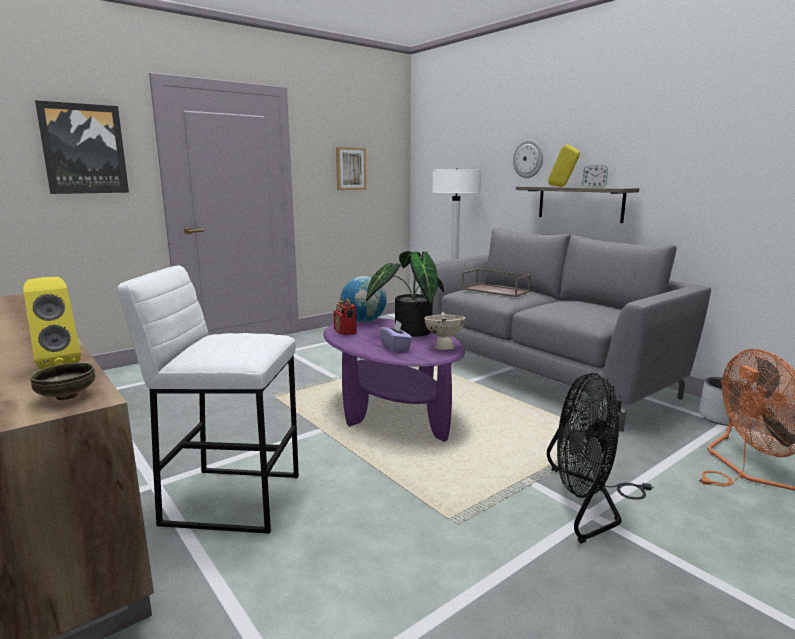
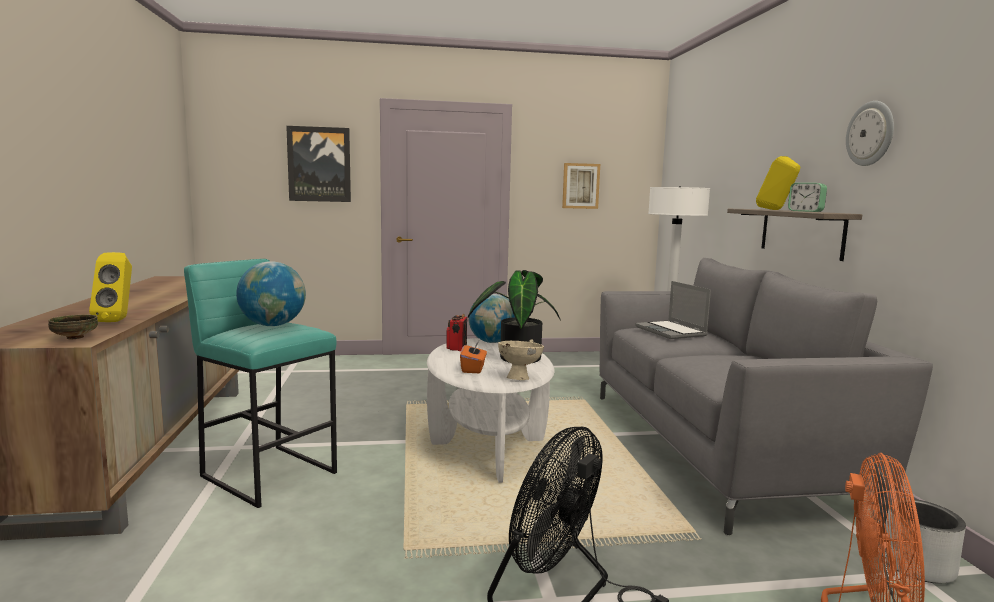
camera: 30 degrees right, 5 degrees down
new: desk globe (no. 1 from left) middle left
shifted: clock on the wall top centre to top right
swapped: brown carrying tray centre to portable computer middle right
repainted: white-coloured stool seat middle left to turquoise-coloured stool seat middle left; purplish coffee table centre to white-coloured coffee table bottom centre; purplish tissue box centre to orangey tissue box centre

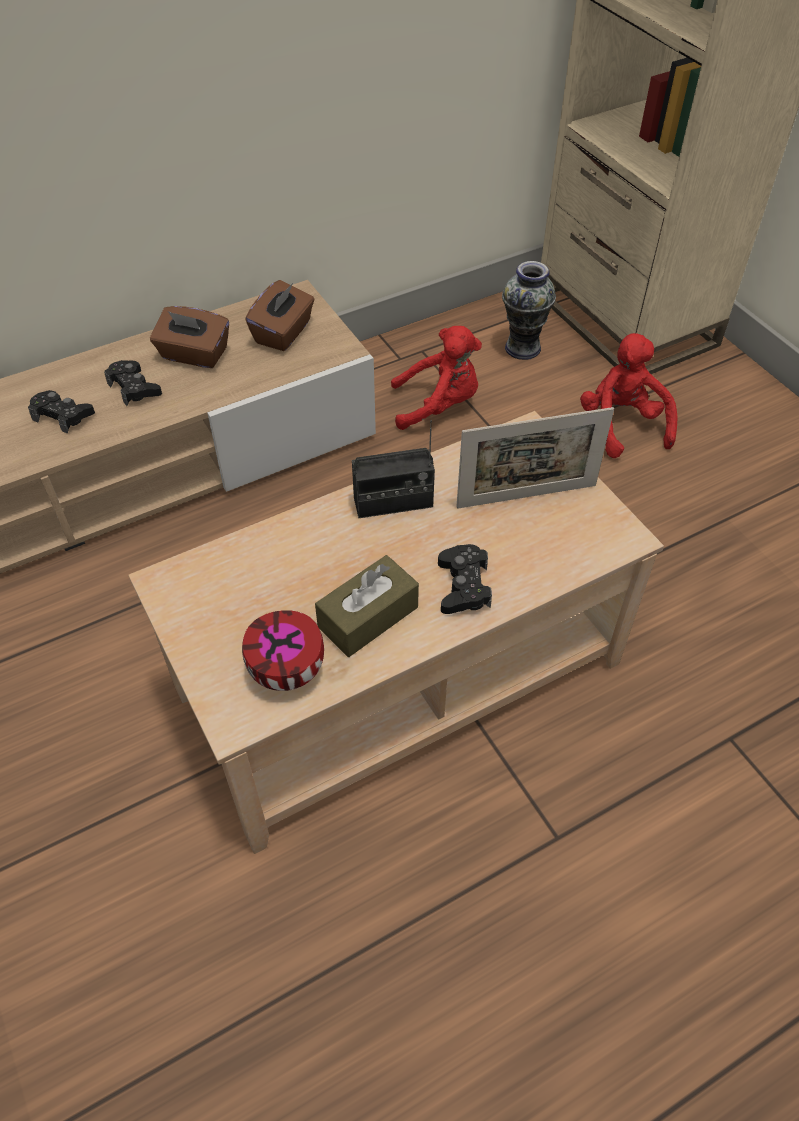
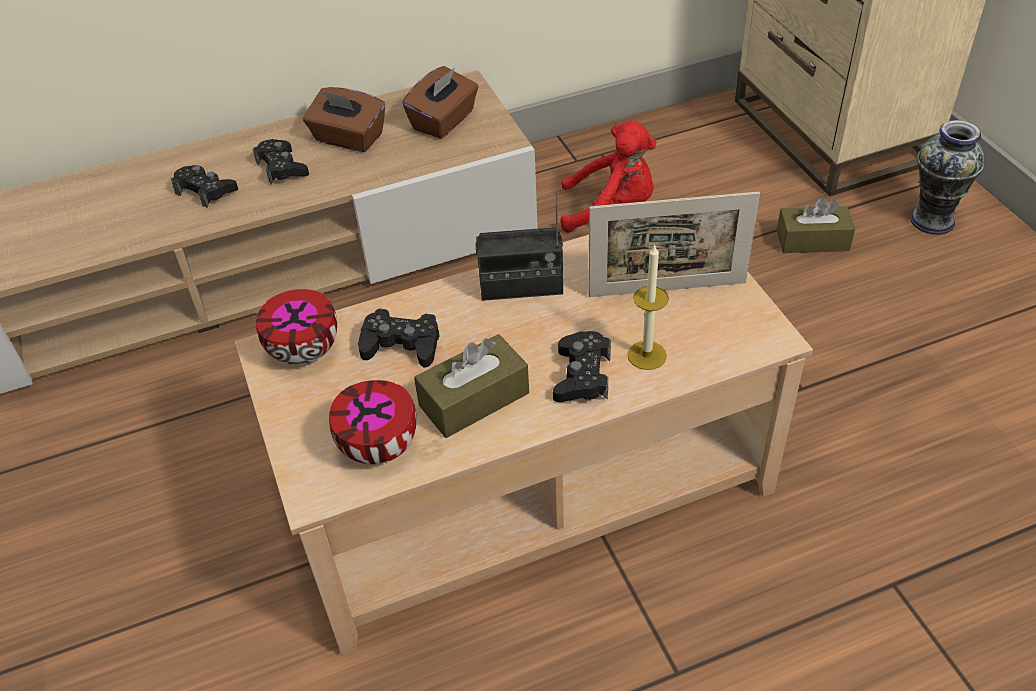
camera: 10 degrees right, 5 degrees down
new: bowl (no. 1 from left) middle left; black-coloured game controller (no. 3 from left) centre; candle centre
shifted: flower vase top centre to top right
swapped: red-coloured soft toy (no. 2 from left) middle right to brown tissue box (no. 4 from left) top right

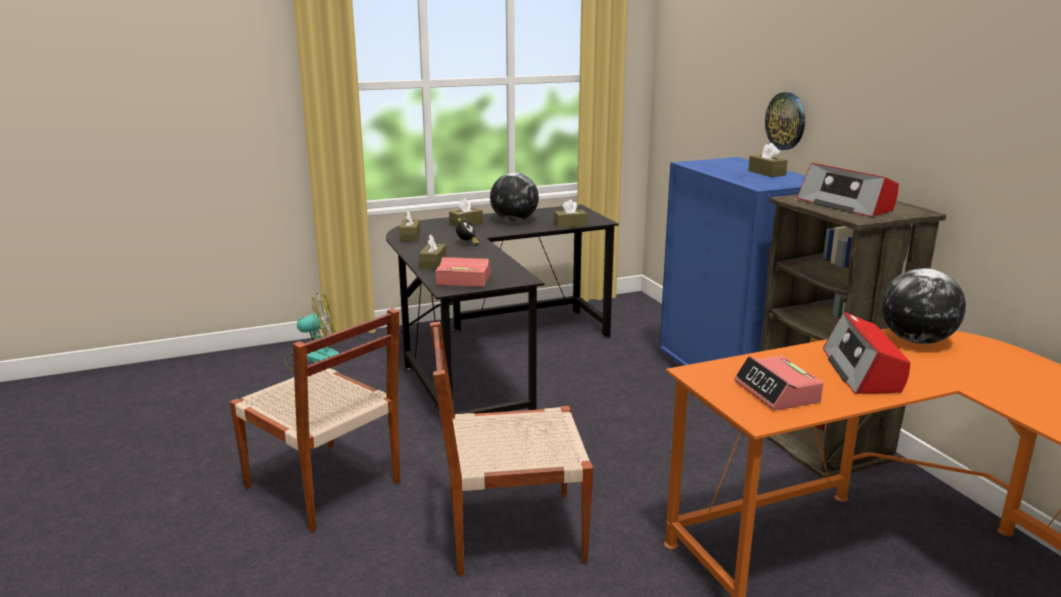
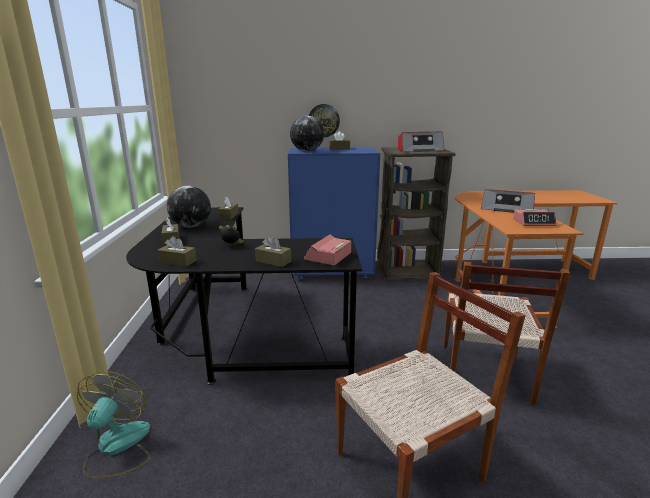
camera: 70 degrees left, 0 degrees up
shifted: desk globe (no. 2 from left) middle right to top centre

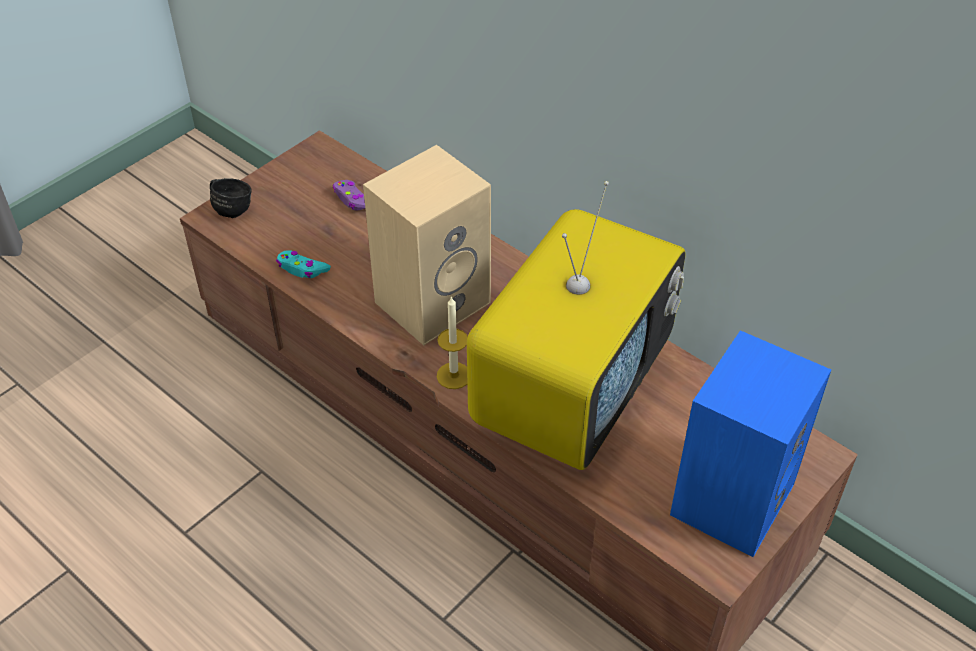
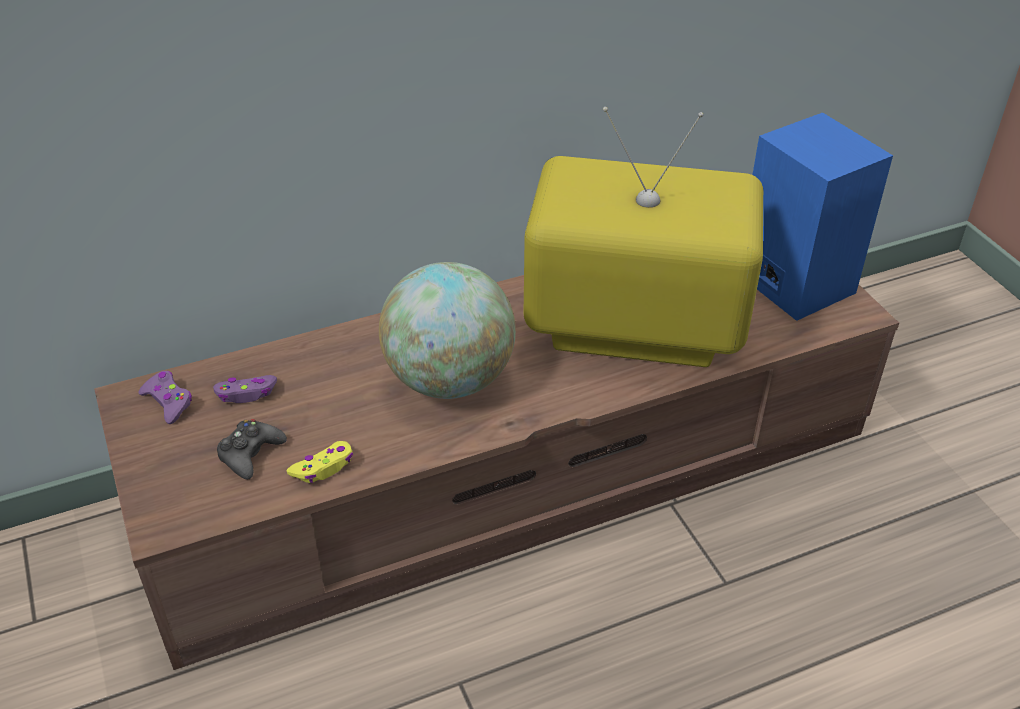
camera: 65 degrees left, 5 degrees down
gone: black-coloured coffee mug top left; candle centre
new: purplish game controller (no. 1 from left) middle left; black-coloured game controller middle left
swapped: sand-coloured loudspeaker centre to desk globe centre
repainted: turquoise-coloured game controller middle left to yellowish game controller middle left
rotated: TV set centre = centre 45 degrees counterclockwise

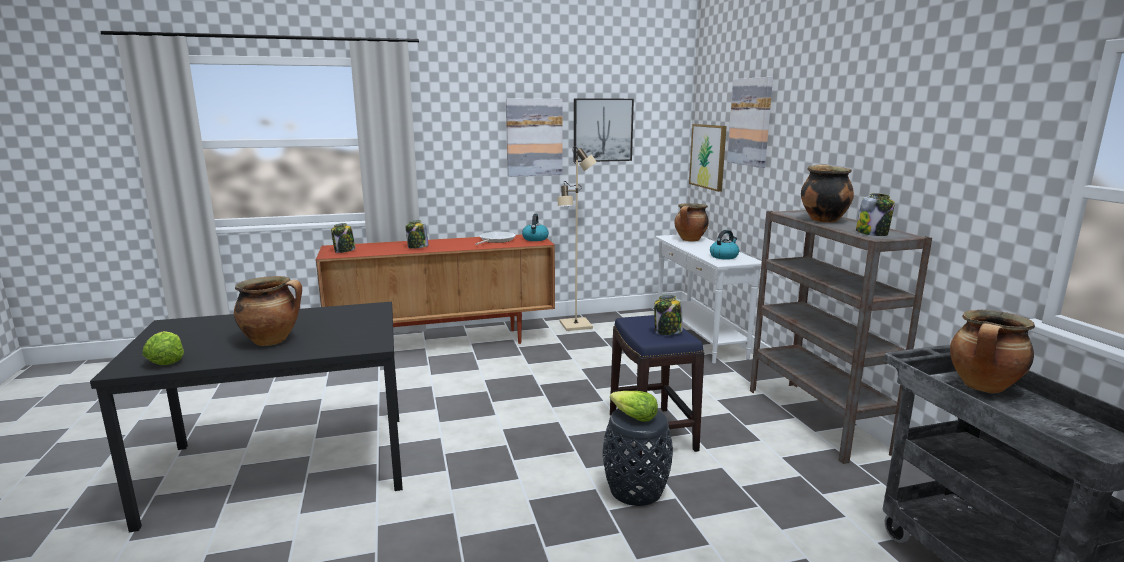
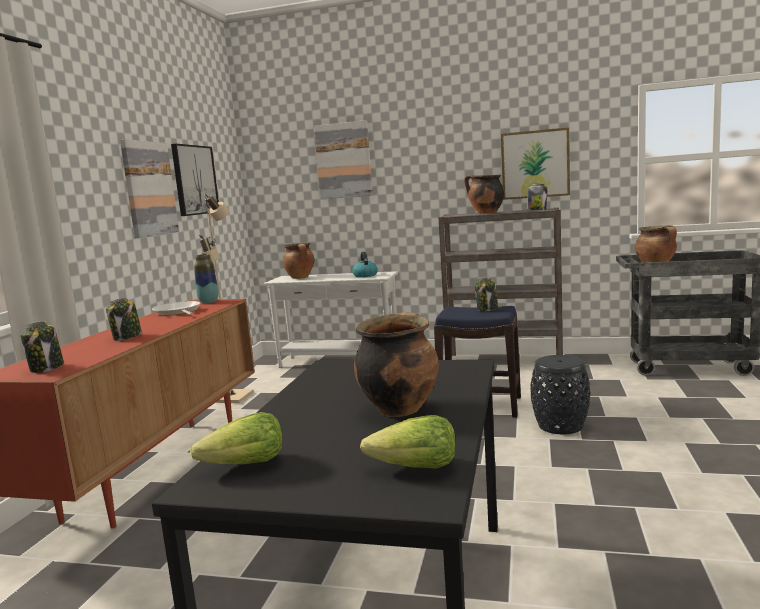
camera: 60 degrees left, 5 degrees down
shifted: head of lettuce (no. 2 from left in the first image) bottom centre to head of lettuce (no. 1 from left) bottom left; picture (no. 3 from left in the first image) top centre to picture (no. 4 from left) top right
swapped: tea kettle (no. 1 from left) centre to flower vase middle left

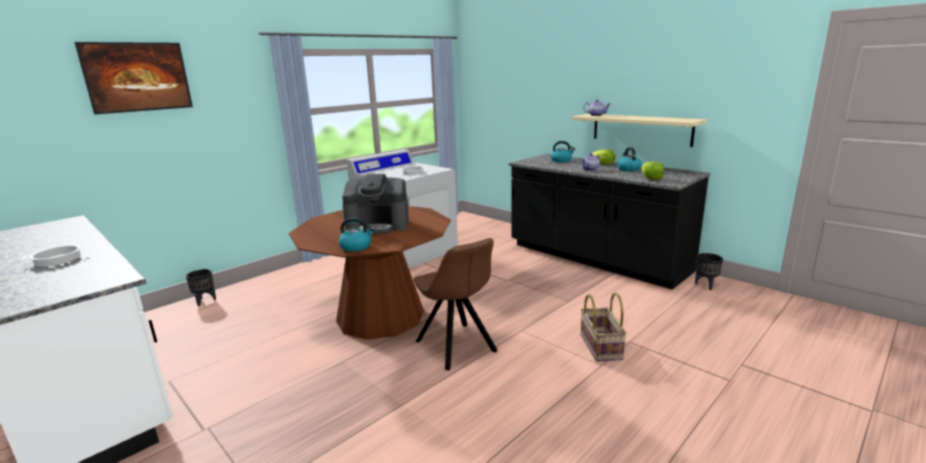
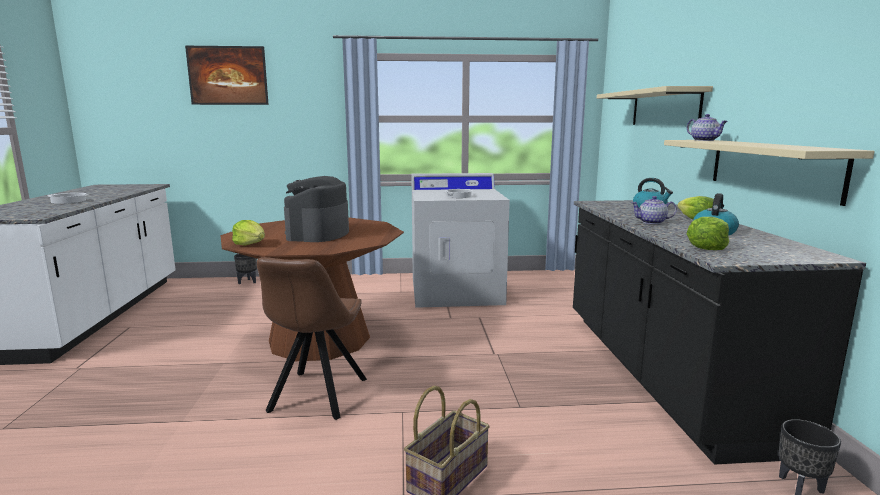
camera: 40 degrees right, 5 degrees down
new: sand-coloured wall shelf (no. 1 from left) top right
swapped: tea kettle (no. 1 from left) centre to head of lettuce (no. 1 from left) middle left
rotated: coffee machine centre = centre 60 degrees clockwise

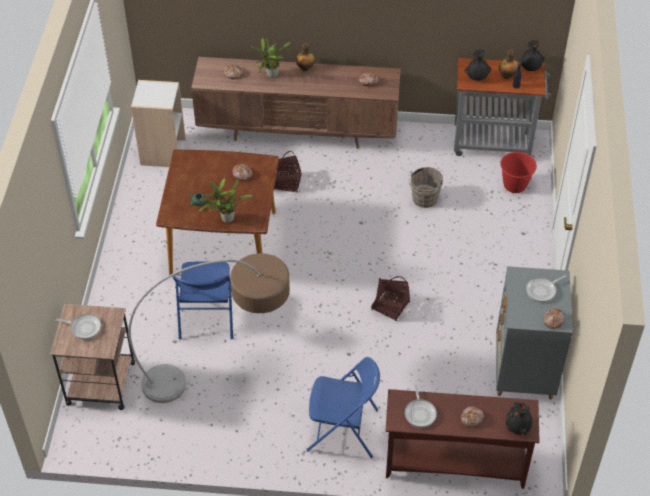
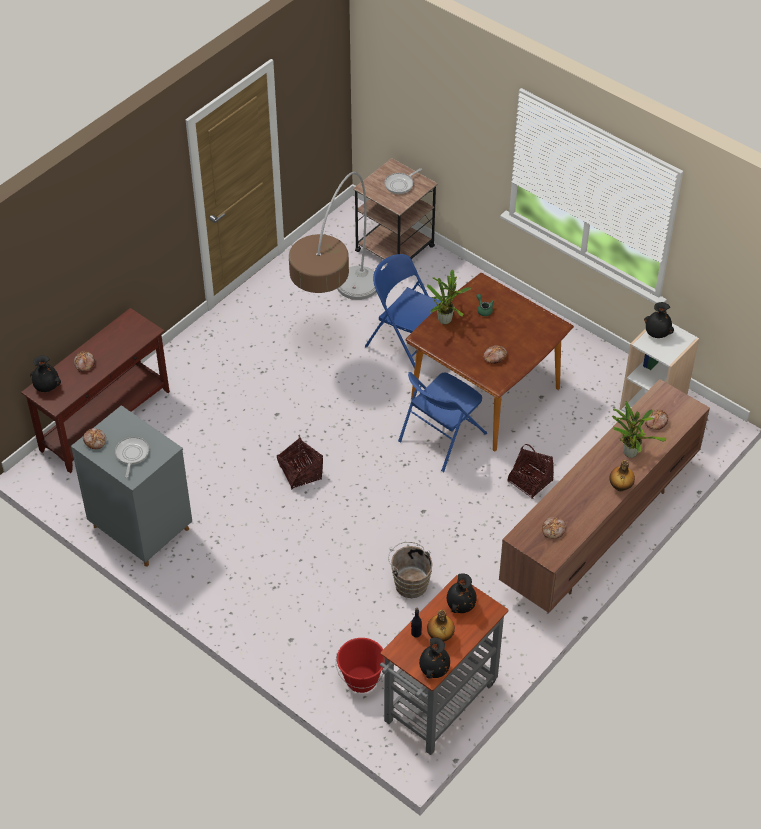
camera: 125 degrees right, 0 degrees up
gone: pan (no. 2 from left) bottom centre
new: black-coloured flower vase (no. 4 from left) middle right
shifted: blue-coloured plain chair (no. 2 from left) bottom centre to centre

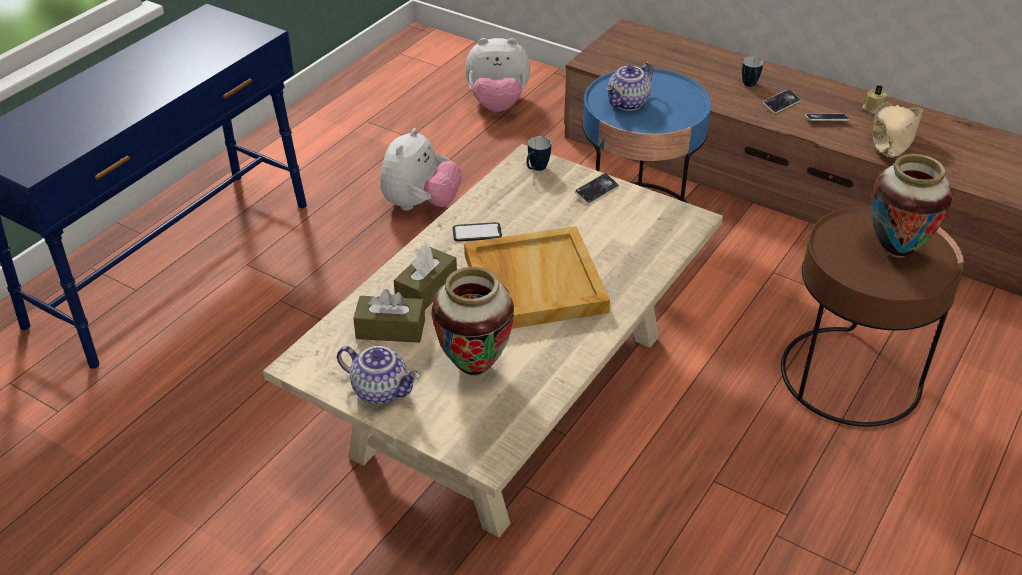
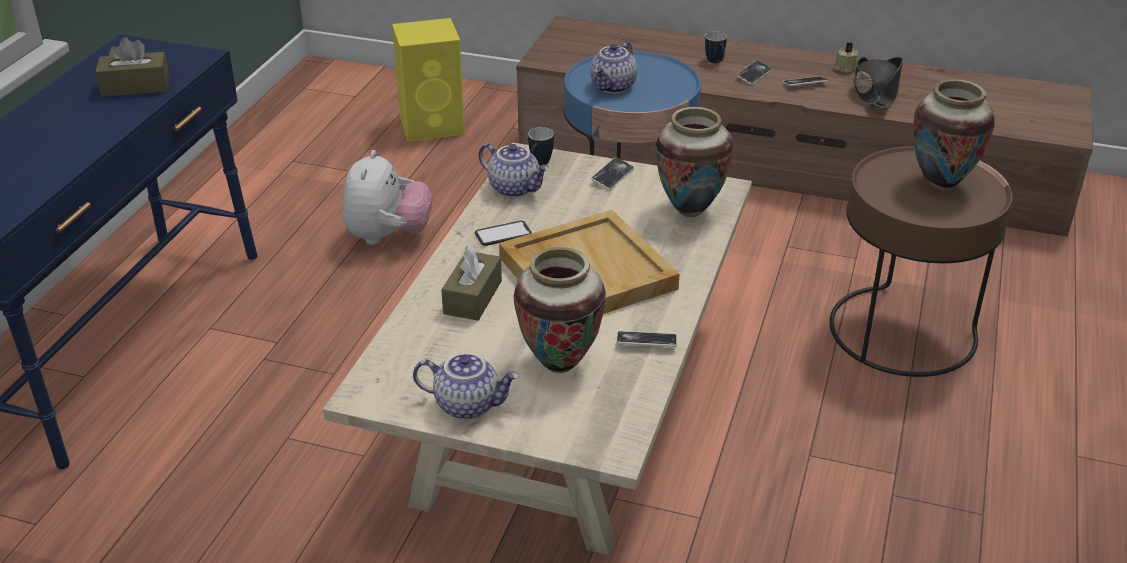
camera: 15 degrees left, 5 degrees down
new: teapot (no. 2 from left) top centre; phone (no. 3 from left) centre; flower vase (no. 2 from left) top centre
shifted: brown tissue box (no. 1 from left) centre to top left
swapped: soft toy (no. 2 from left) top centre to yellowish loudspeaker top centre
repainted: sand-coloured clothing hat top right to black-coloured clothing hat top right

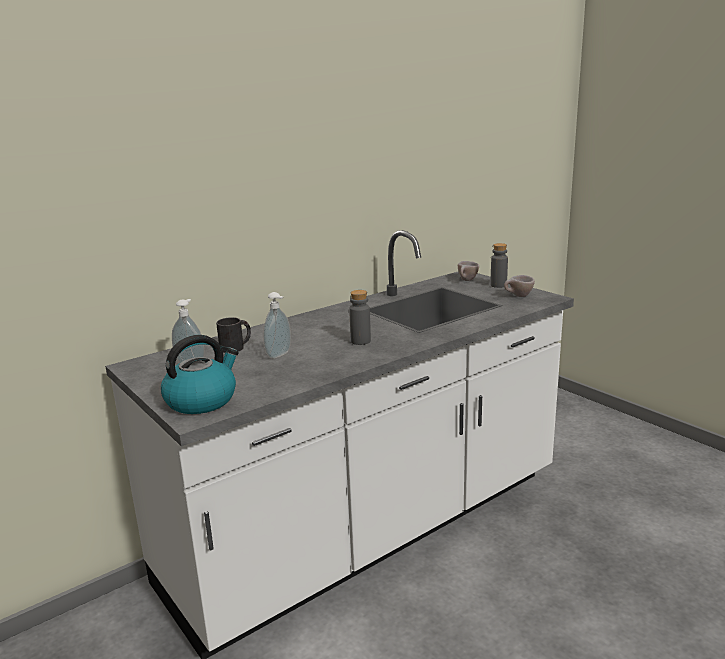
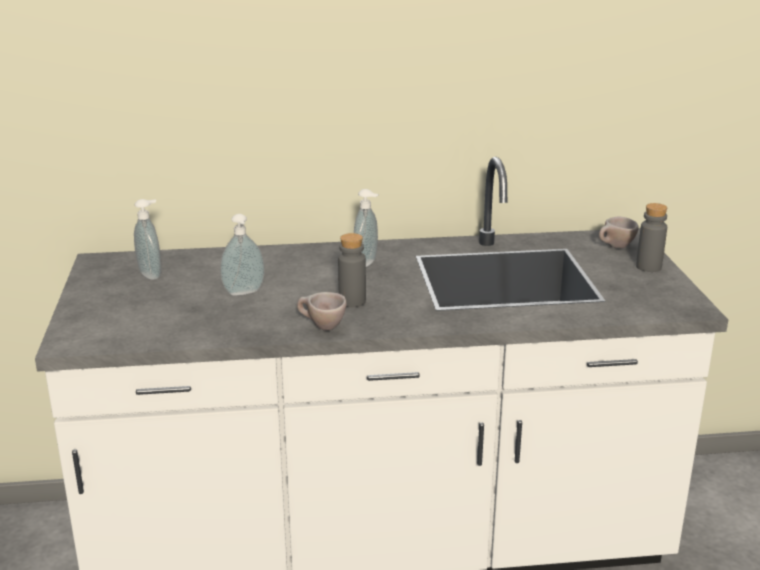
camera: 30 degrees right, 5 degrees up
gone: tea kettle middle left; black-coloured coffee mug middle left
new: soap bottle (no. 3 from left) centre
shifted: sand-coloured drinking cup (no. 2 from left in the first image) middle right to sand-coloured drinking cup (no. 1 from left) centre

